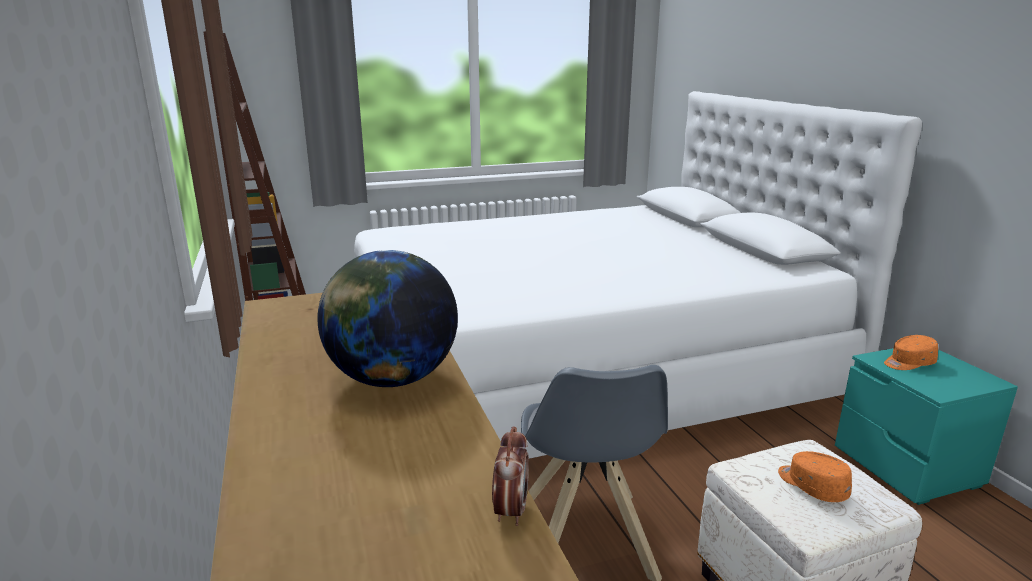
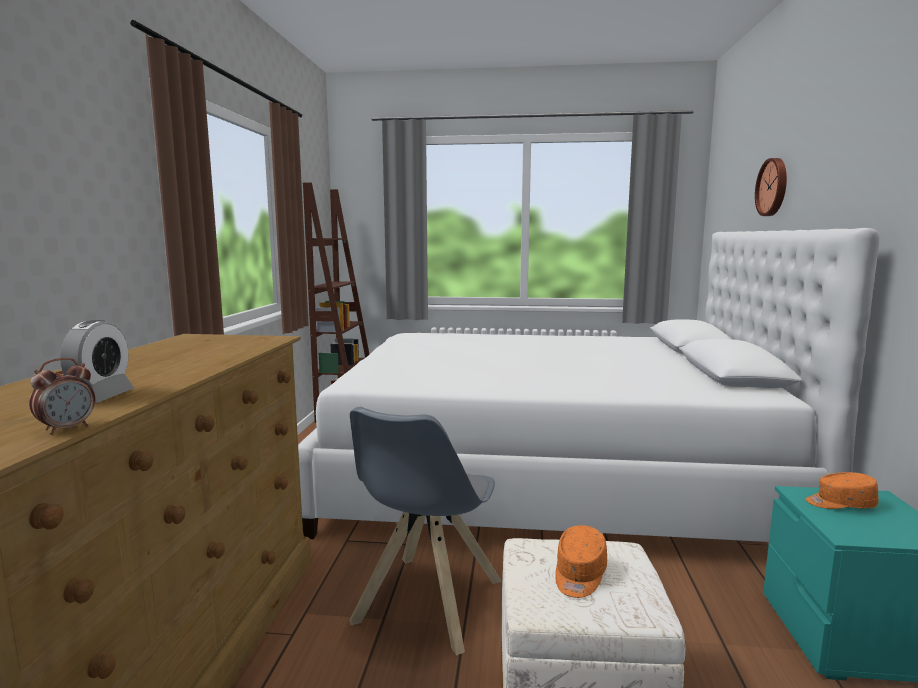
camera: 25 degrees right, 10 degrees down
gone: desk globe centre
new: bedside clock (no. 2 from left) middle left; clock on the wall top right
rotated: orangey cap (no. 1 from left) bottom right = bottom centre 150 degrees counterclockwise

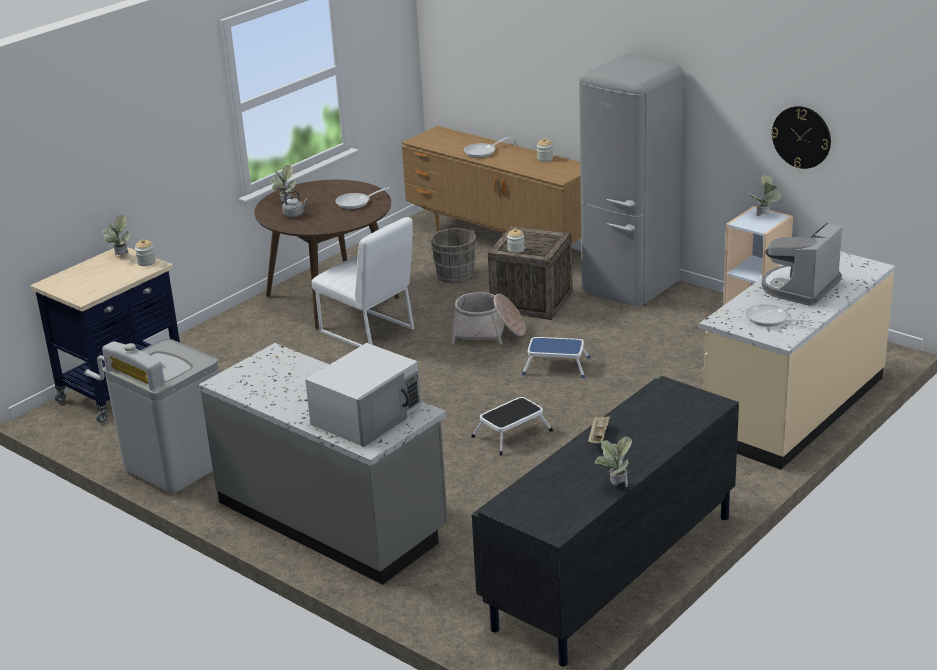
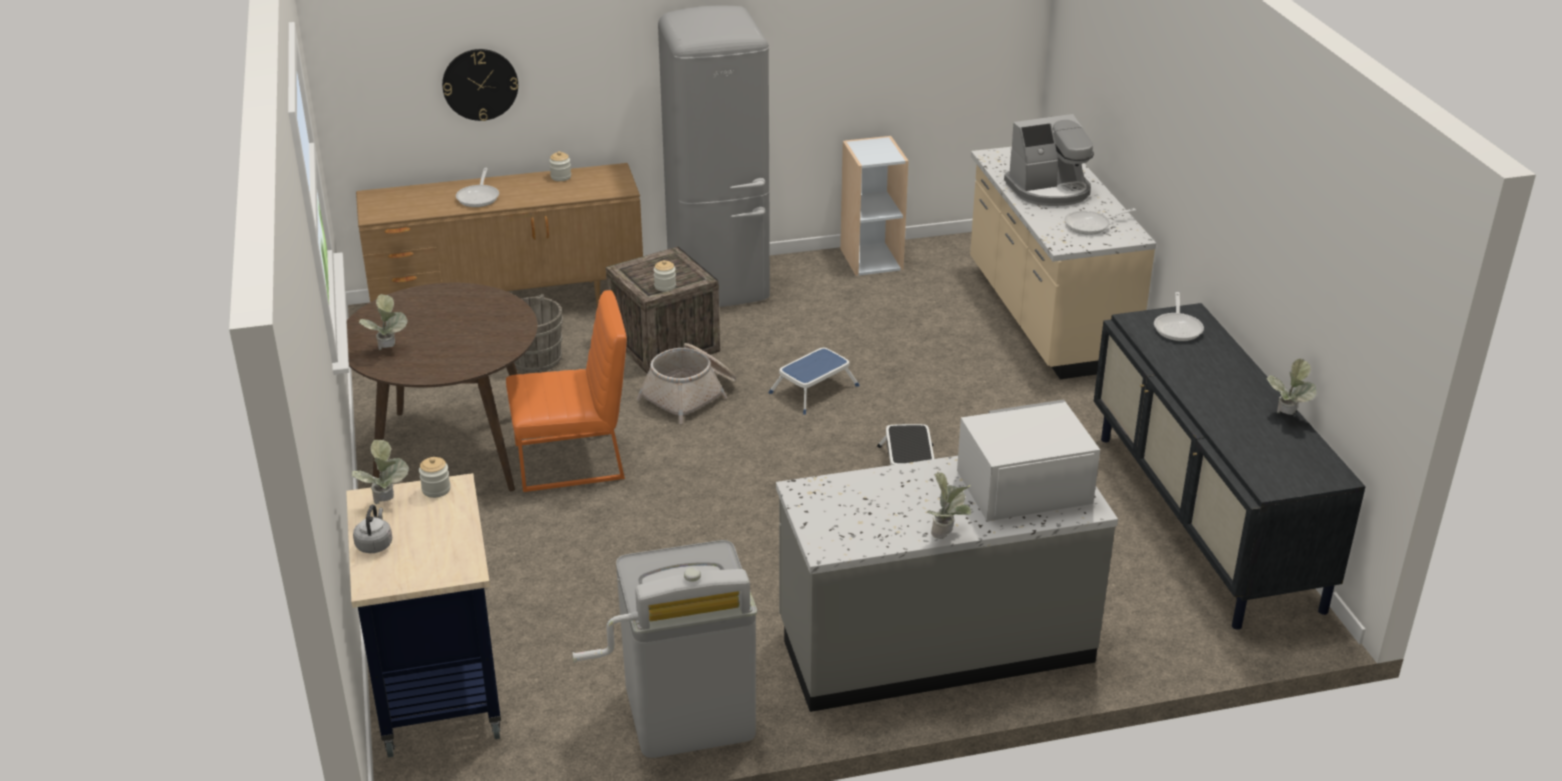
camera: 55 degrees left, 5 degrees up
gone: sand-coloured carrying tray centre
shifted: gray tea kettle top left to bottom left; pan (no. 1 from left in the first image) top centre to pan (no. 3 from left) middle right; houseplant (no. 4 from left in the first image) top right to houseplant (no. 3 from left) centre; clock on the wall top right to top left
repainted: white-coloured plain chair centre to orangey plain chair centre
rotated: white-coloured kitchen microwave centre = centre 90 degrees counterclockwise; coffee machine middle right = top right 90 degrees counterclockwise

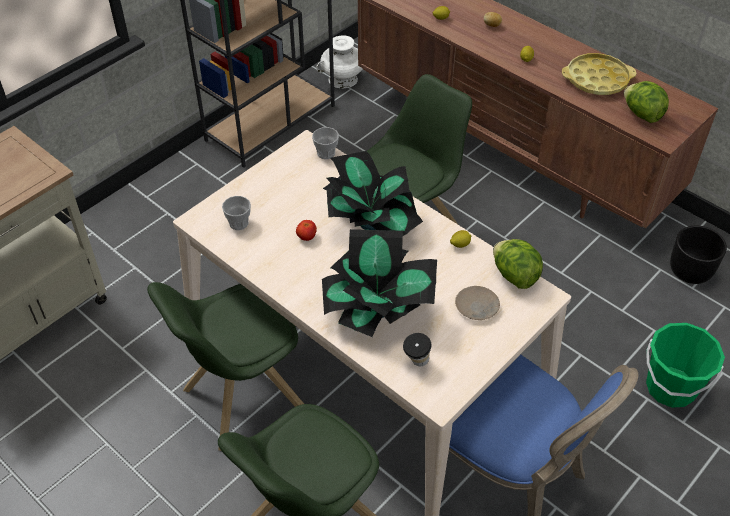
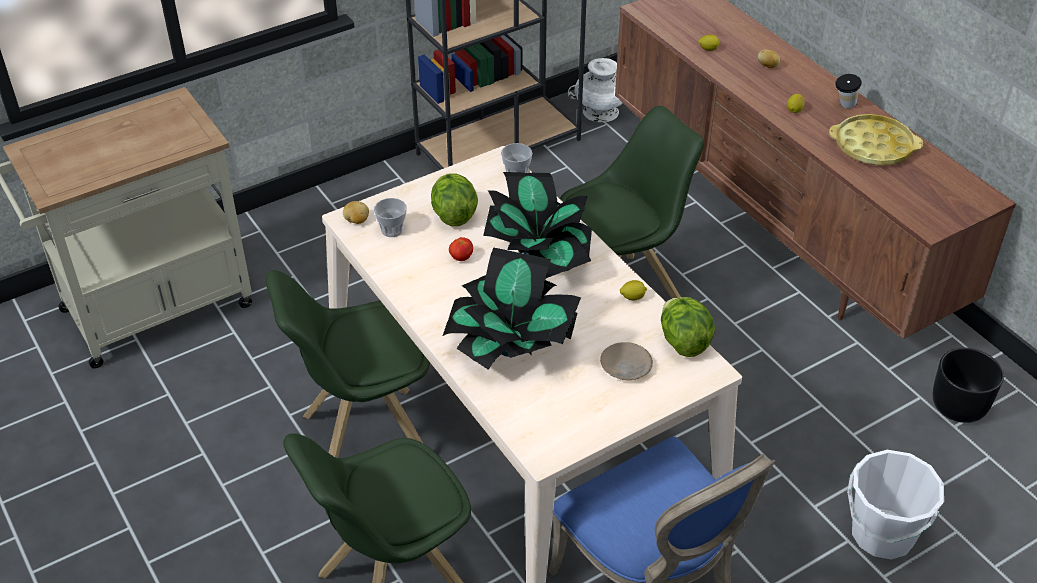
camera: 15 degrees right, 5 degrees down
new: spud (no. 1 from left) centre
shifted: drinking cup (no. 3 from left) bottom centre to top right; head of lettuce (no. 2 from left in the first image) top right to head of lettuce (no. 1 from left) centre
repainted: green pail bottom right to white-coloured pail bottom right

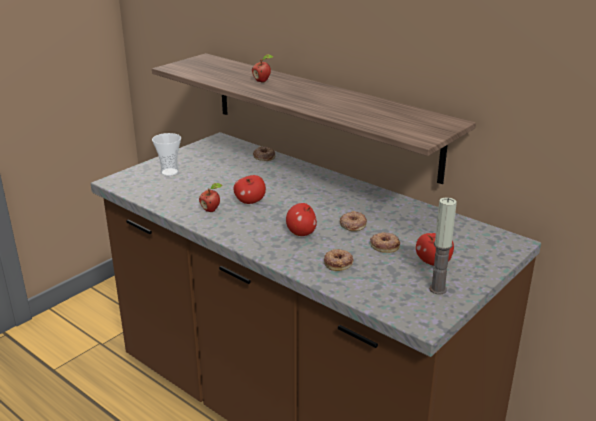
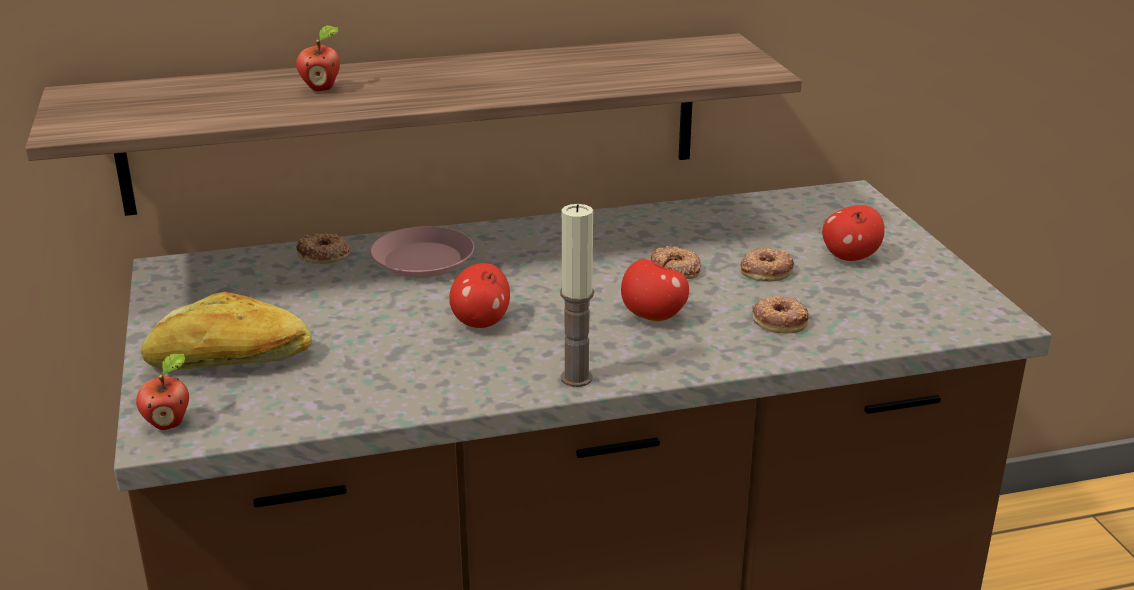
camera: 55 degrees left, 0 degrees up
new: pinkish flat dish centre
shifted: apple (no. 1 from left) centre to middle left; candle middle right to centre
swapped: drinking cup middle left to bakery bread middle left

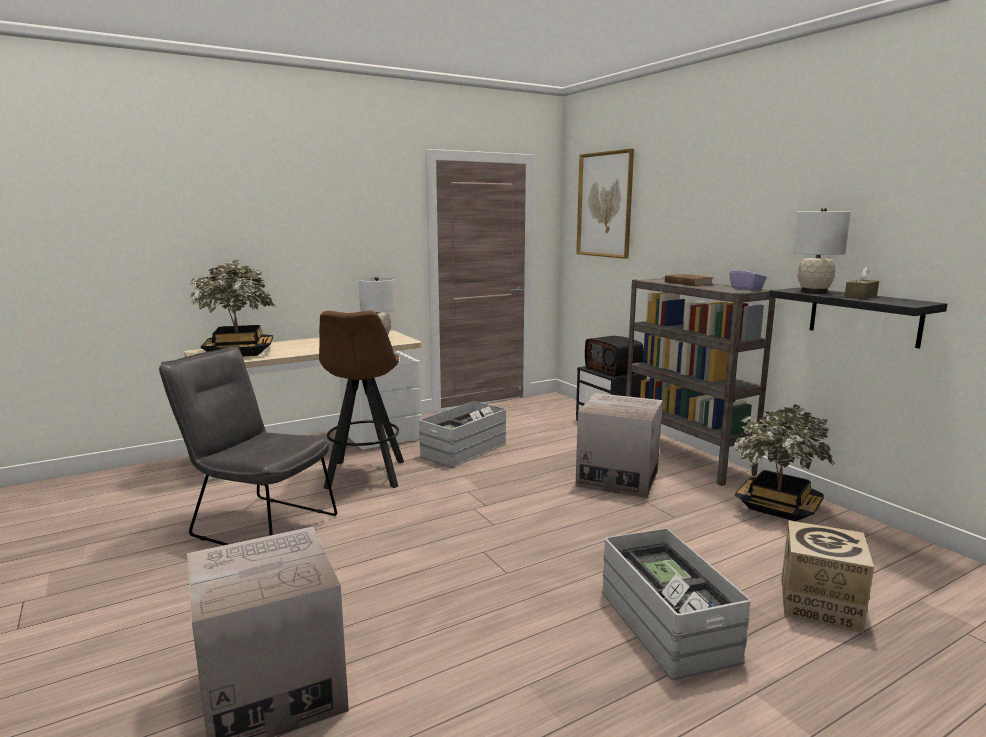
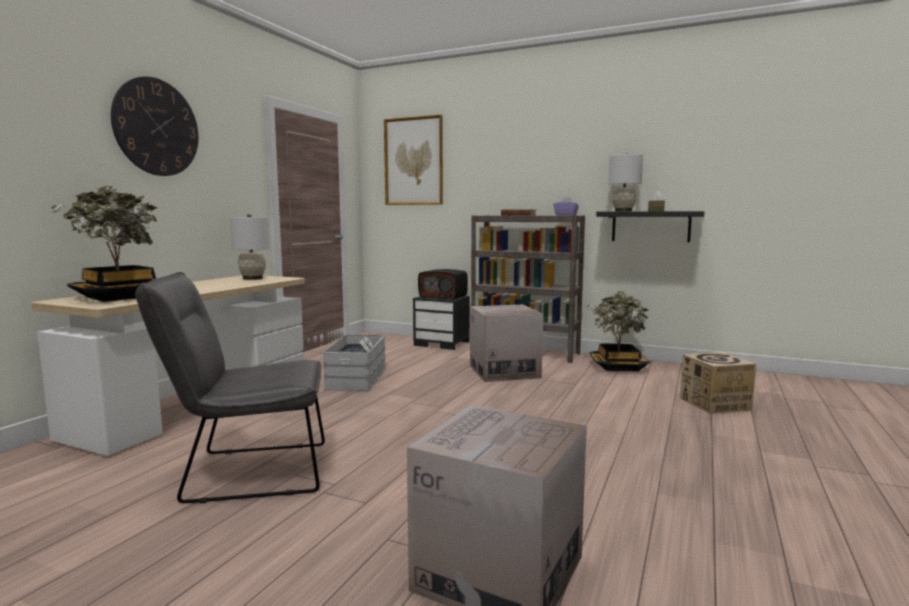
camera: 35 degrees left, 5 degrees down
gone: brown stool seat centre; gray storage container (no. 2 from left) bottom right
new: clock on the wall top left

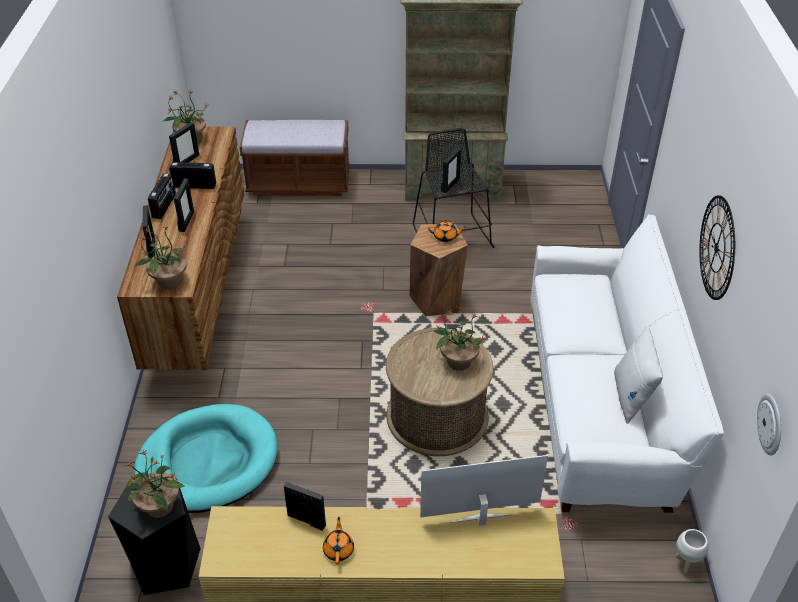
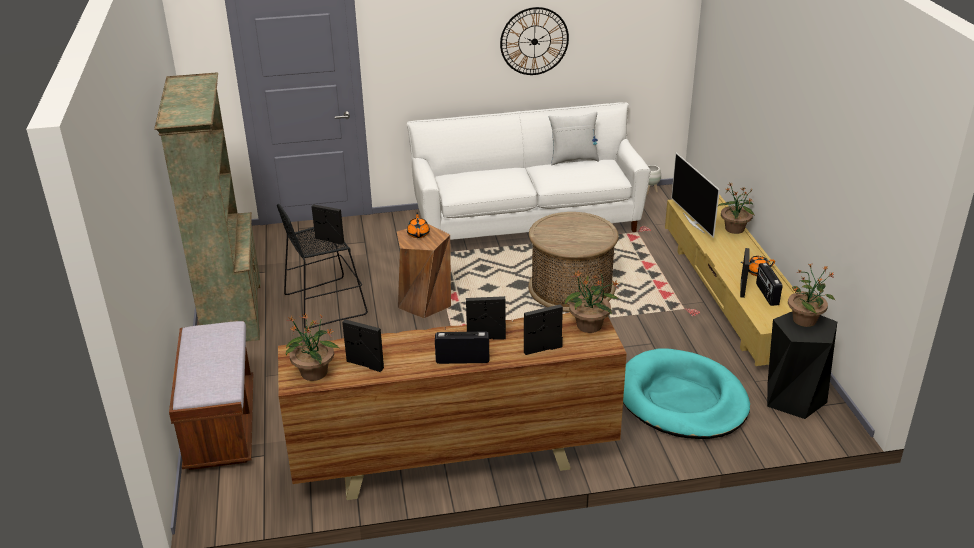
camera: 100 degrees left, 10 degrees down
gone: clock on the wall (no. 2 from left) bottom right
shifted: radio (no. 2 from left) top left to middle right; houseplant (no. 4 from left in the first image) centre to houseplant (no. 3 from left) middle right

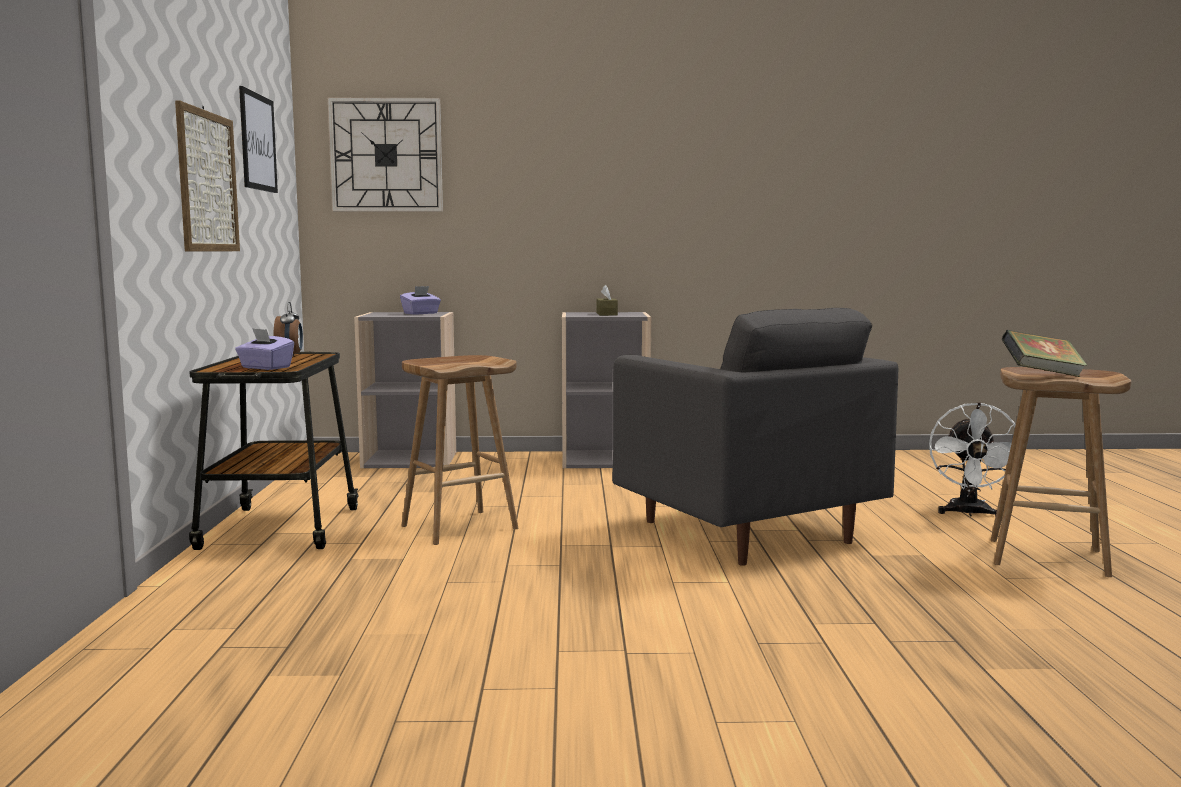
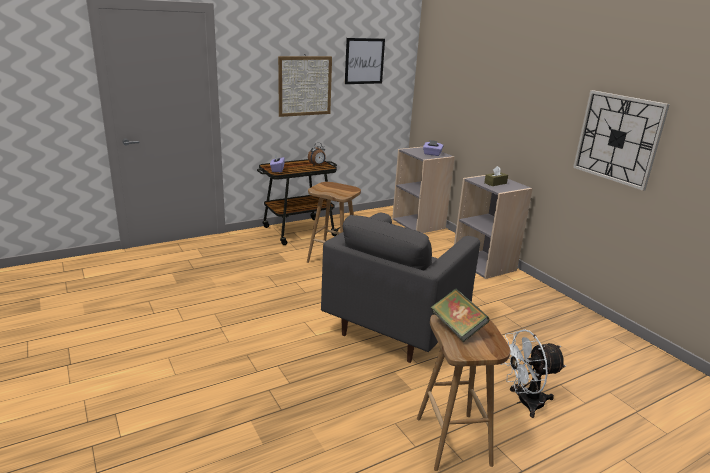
camera: 60 degrees right, 15 degrees up
shifted: clock on the wall top left to top right

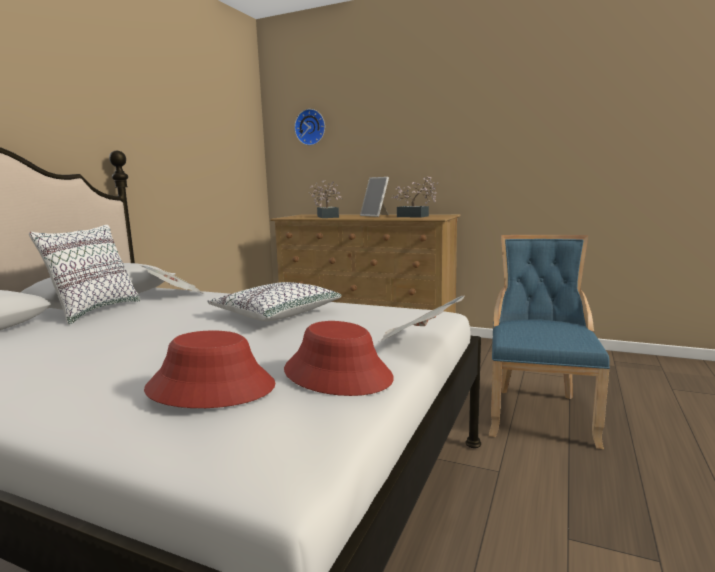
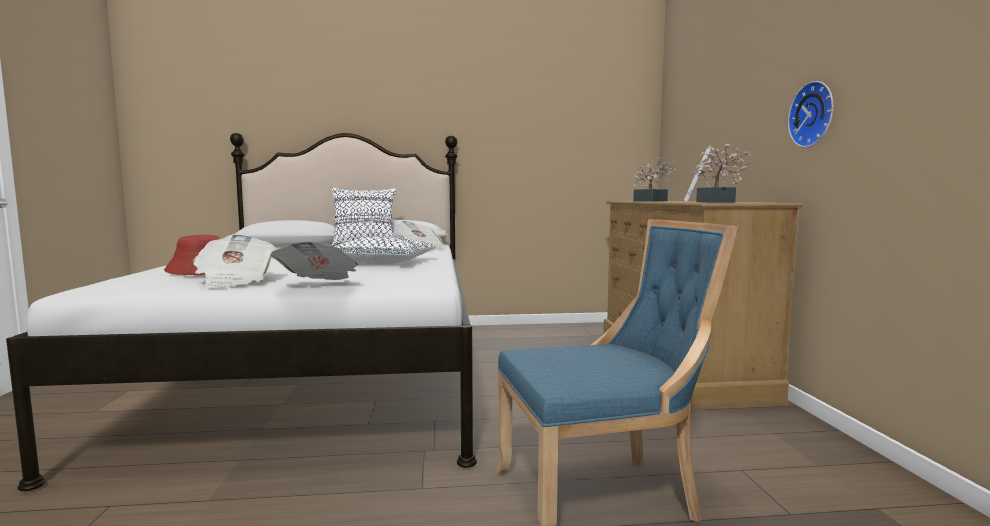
camera: 60 degrees right, 5 degrees down
shifted: clock on the wall top centre to top right
swapped: red-coloured clothing hat (no. 2 from left) centre to daily paper (no. 1 from left) middle left

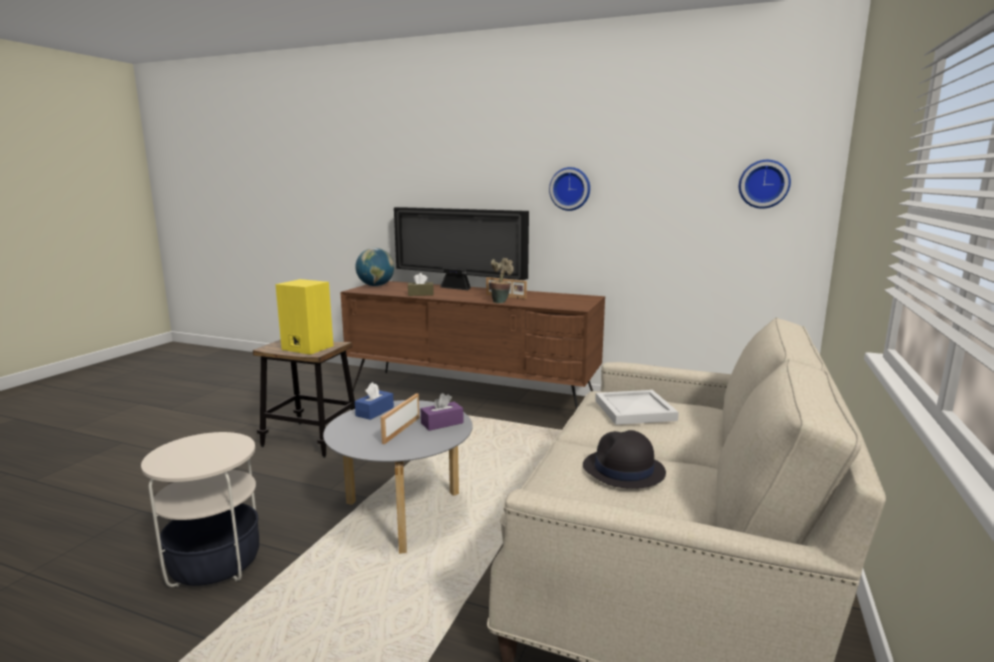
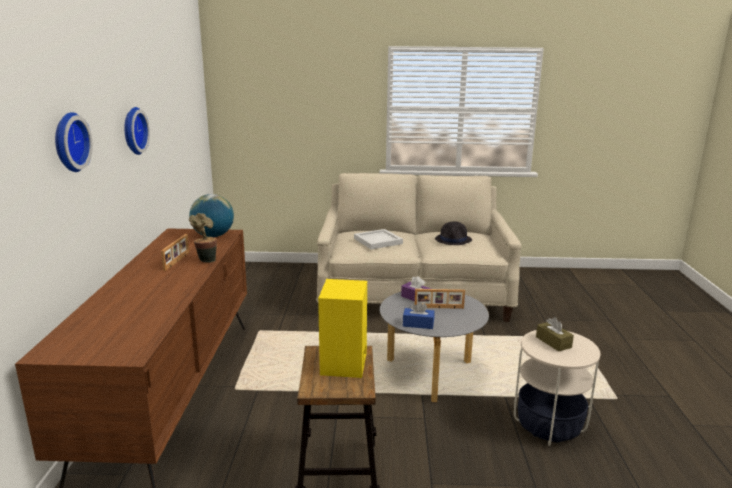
camera: 110 degrees left, 5 degrees up
gone: TV set centre
shifted: desk globe centre to middle left; brown tissue box centre to bottom right; clock on the wall (no. 2 from left in the first image) top right to clock on the wall (no. 1 from left) top left

